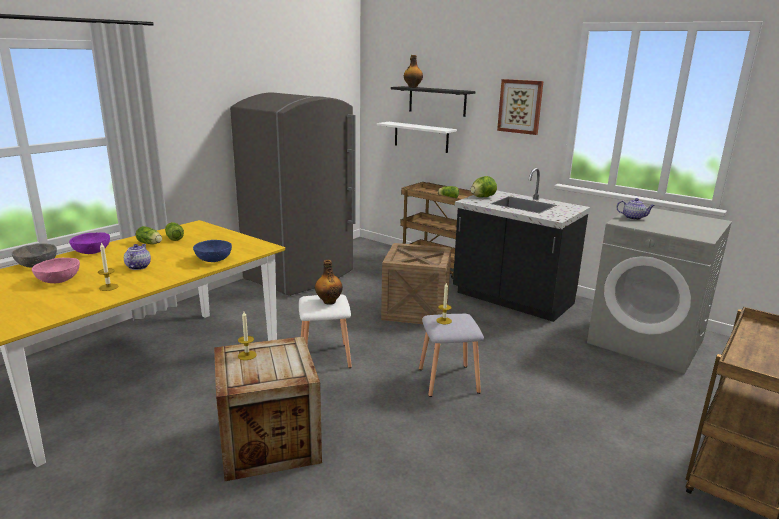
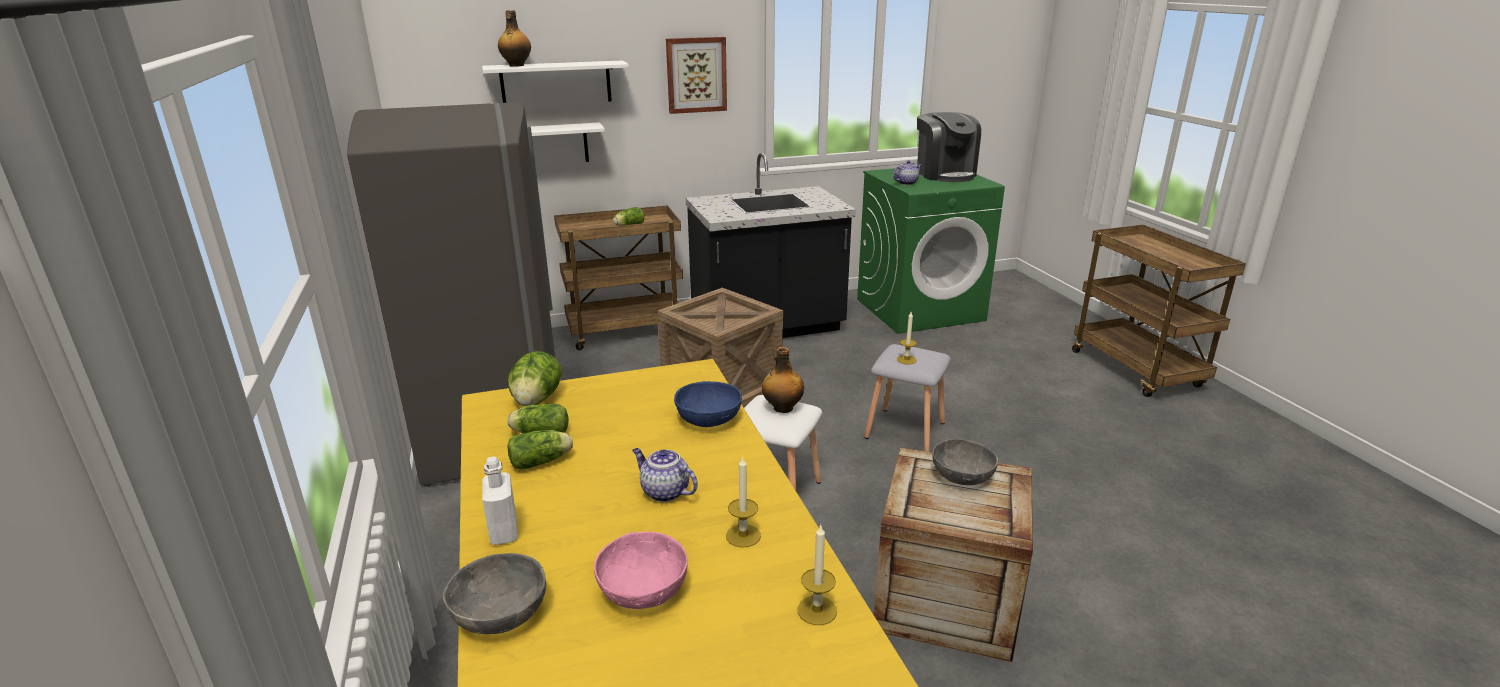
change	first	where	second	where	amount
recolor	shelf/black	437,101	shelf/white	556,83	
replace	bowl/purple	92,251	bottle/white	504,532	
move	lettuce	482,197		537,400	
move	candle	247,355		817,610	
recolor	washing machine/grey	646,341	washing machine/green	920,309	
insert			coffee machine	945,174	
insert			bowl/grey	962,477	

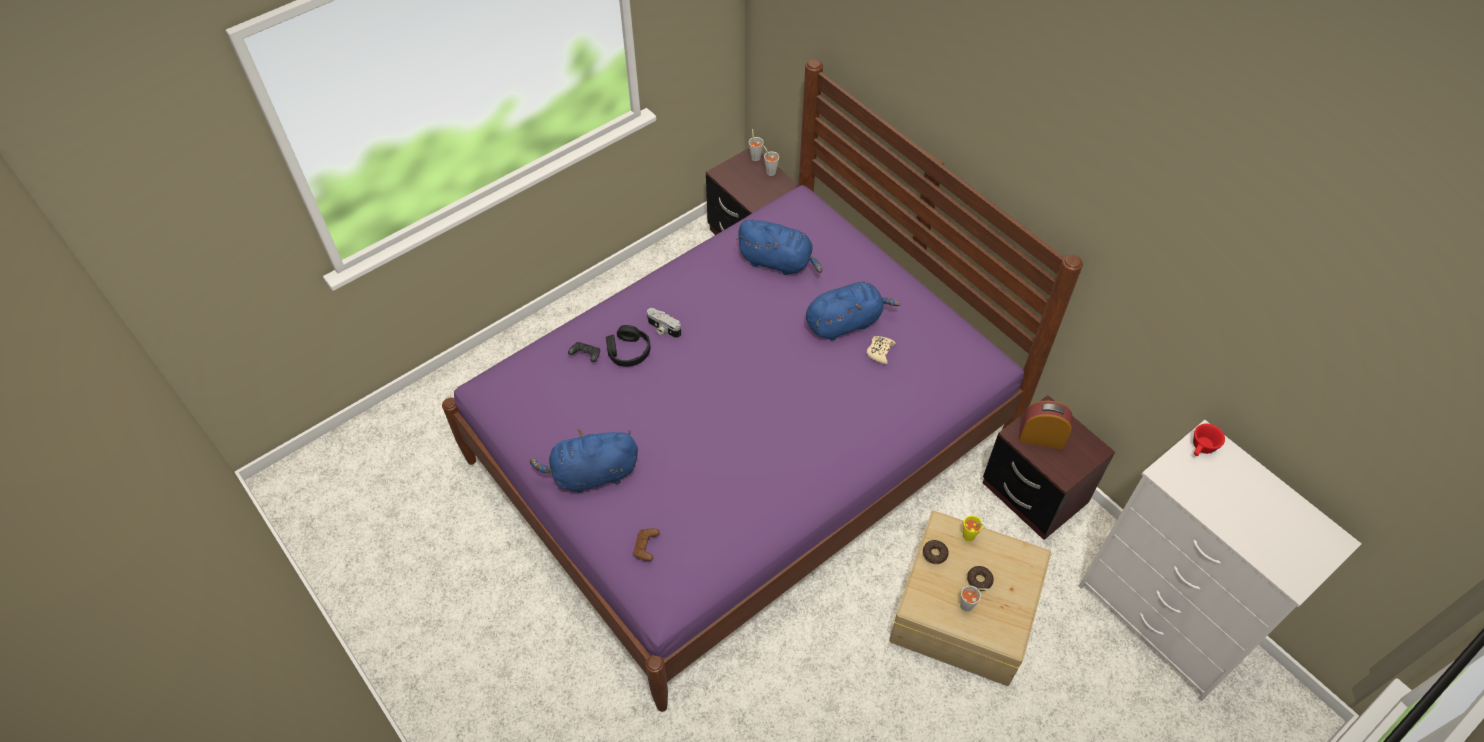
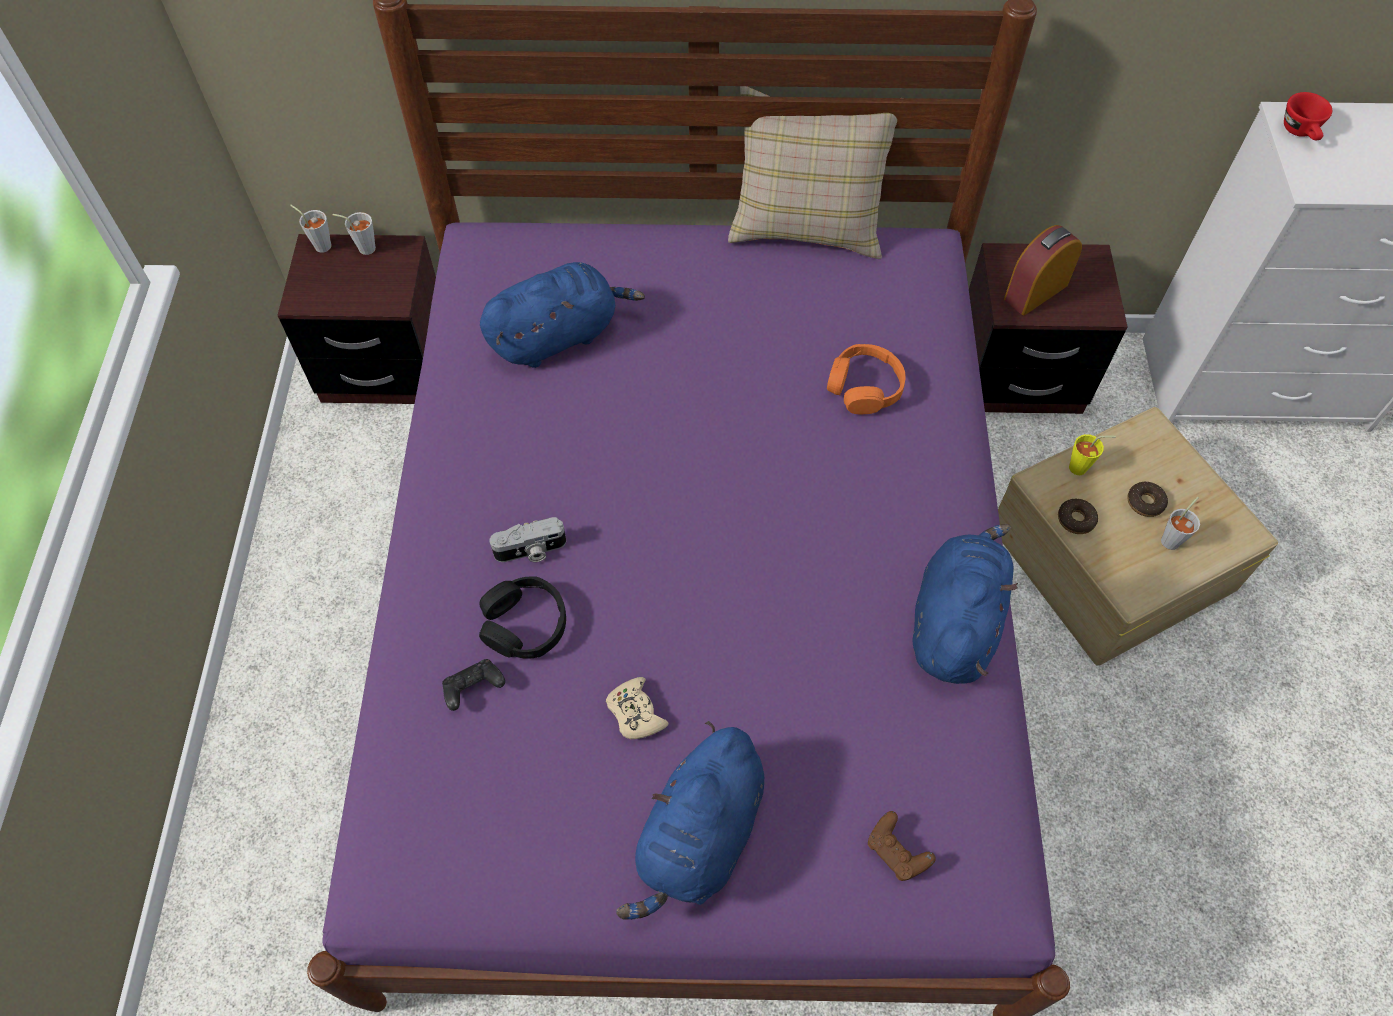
change	first	where	second	where	amount
move	game controller/beige	880,351		635,713	
insert			pillow/beige	807,222	
insert			headphones/orange	864,387	
move	plush toy/blue	845,322		955,621	

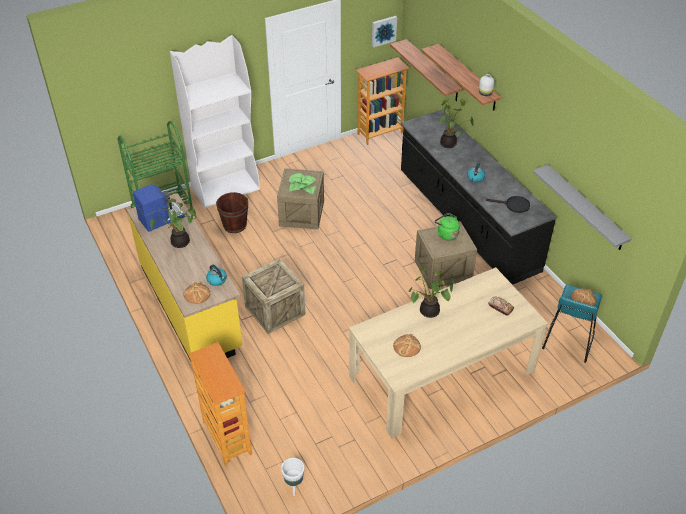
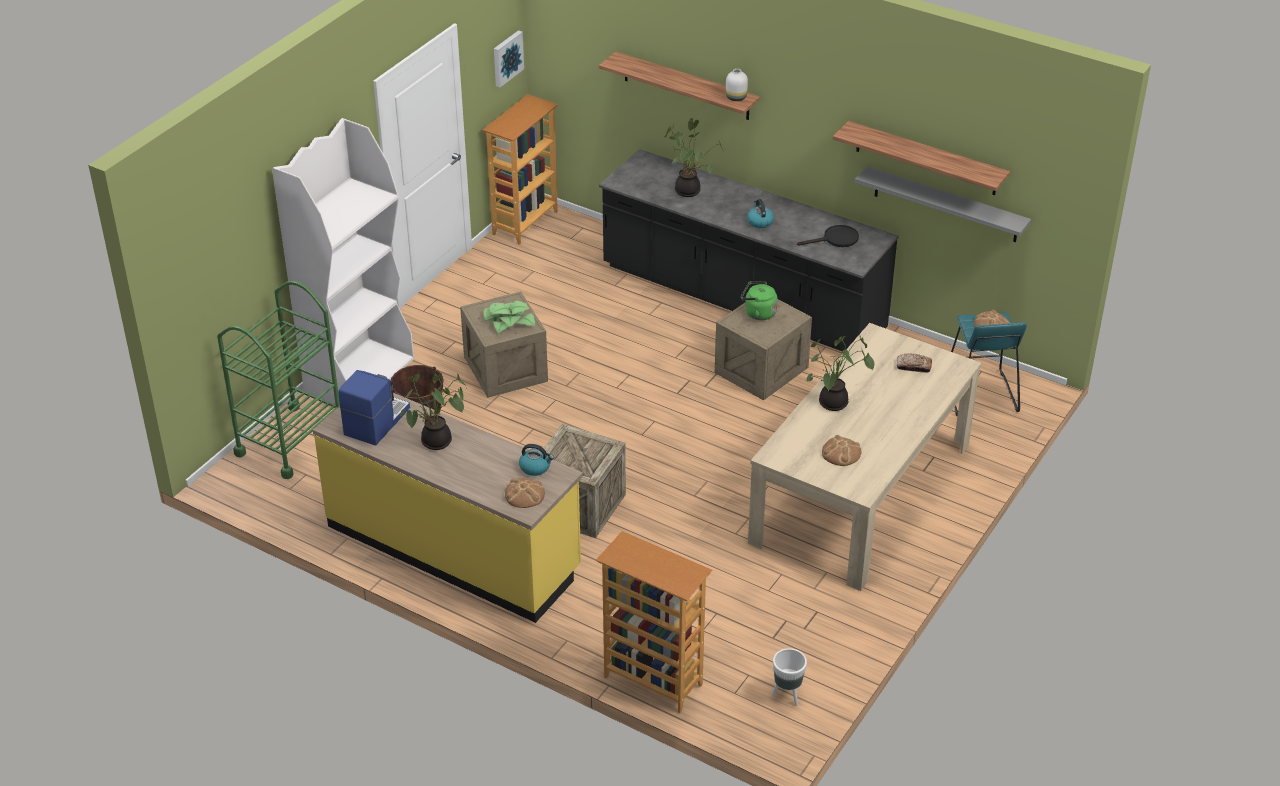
change	first	where	second	where	amount
move	shelf	432,70		926,159	

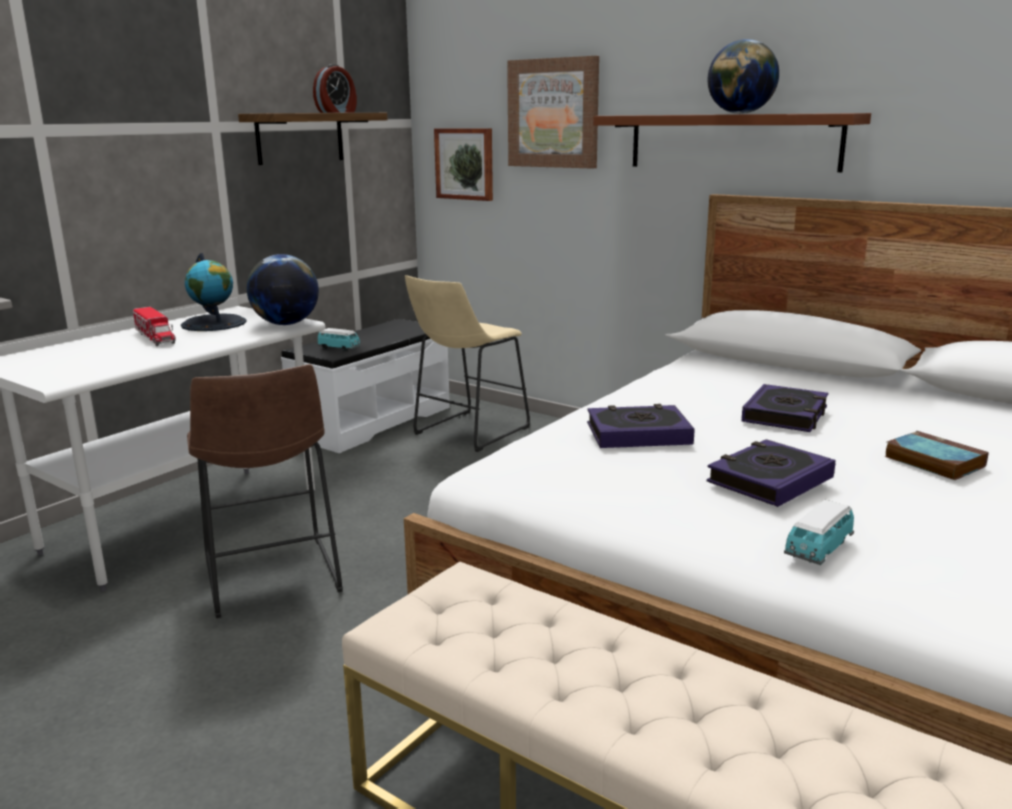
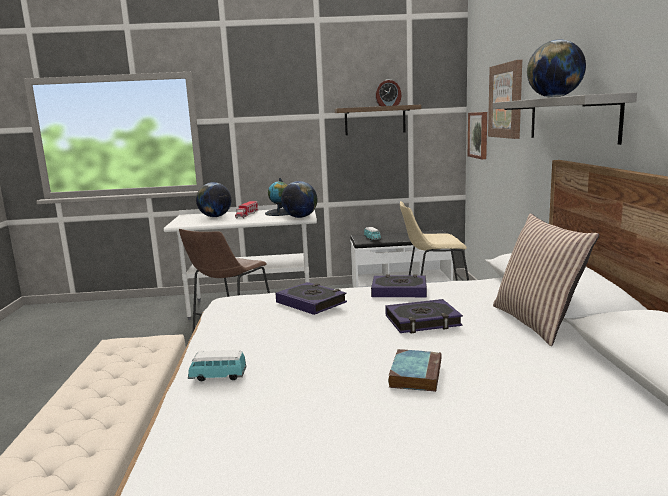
change	first	where	second	where	amount
insert			globe	215,217	
move	book	769,480		399,291	
recolor	shelf/brown	732,142	shelf/grey	571,119	
insert			pillow	537,322	

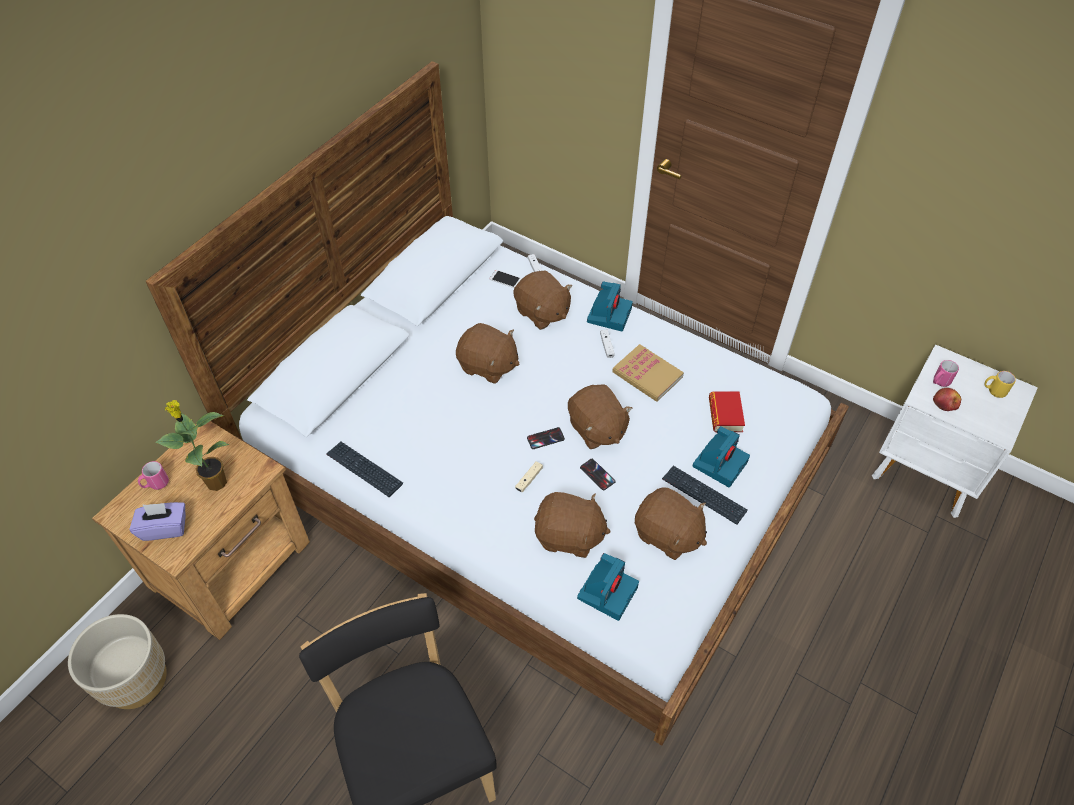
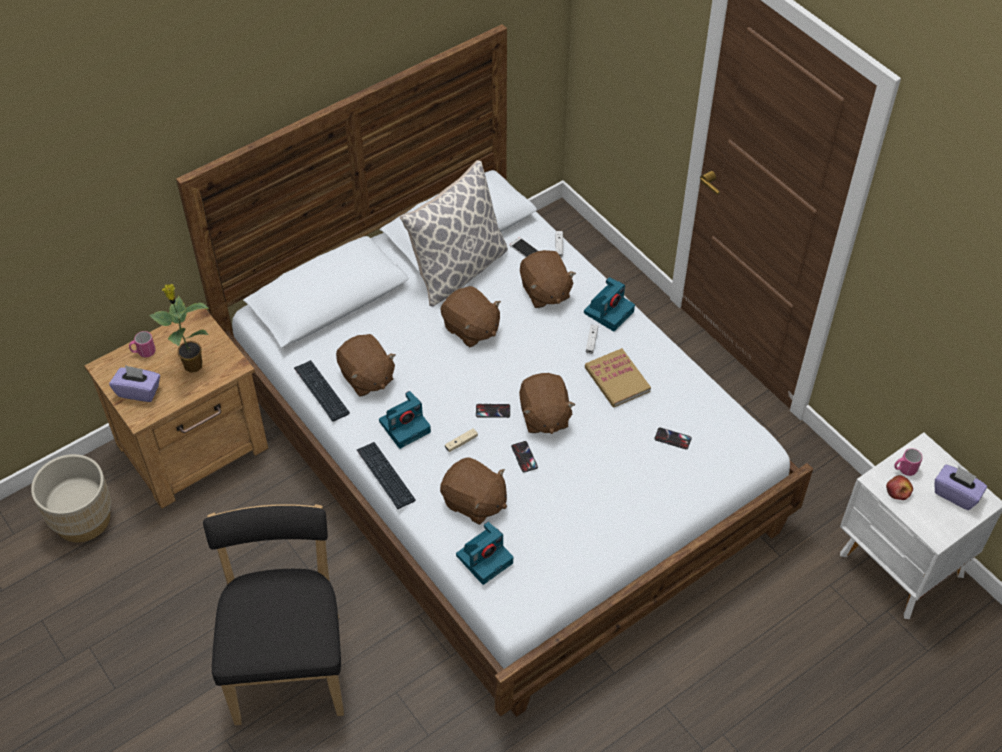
change	first	where	second	where	amount
move	plush toy/brown	668,535		366,377	
move	keyboard	703,495		385,476	
move	photo camera	720,463		405,426	
insert			pillow	458,269	
replace	book	725,415	phone	672,438	
replace	mug/yellow	993,391	tissue box/purple	956,494	

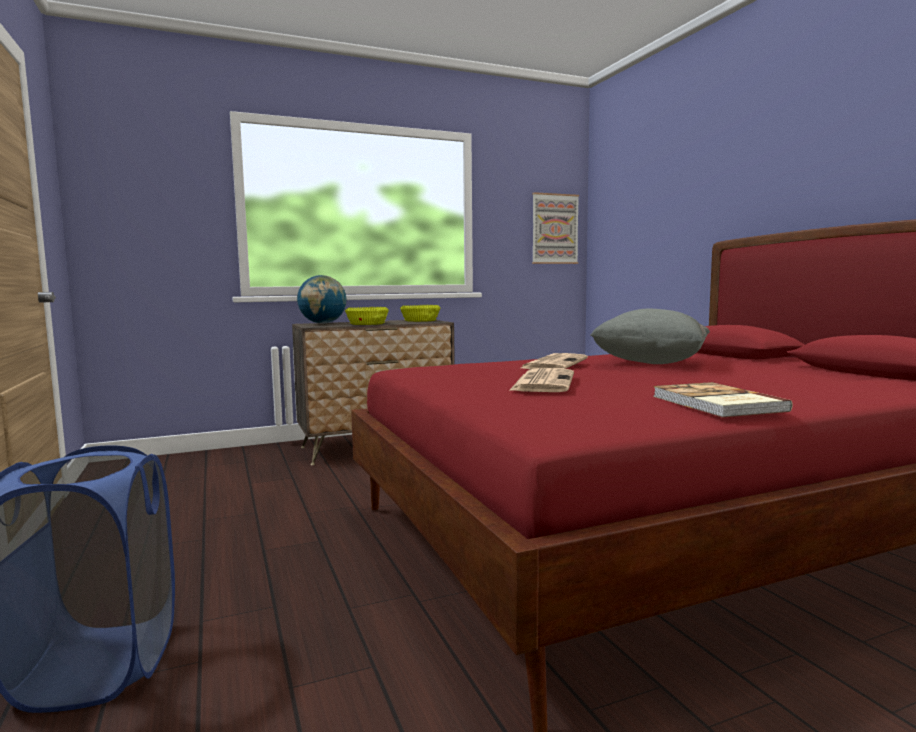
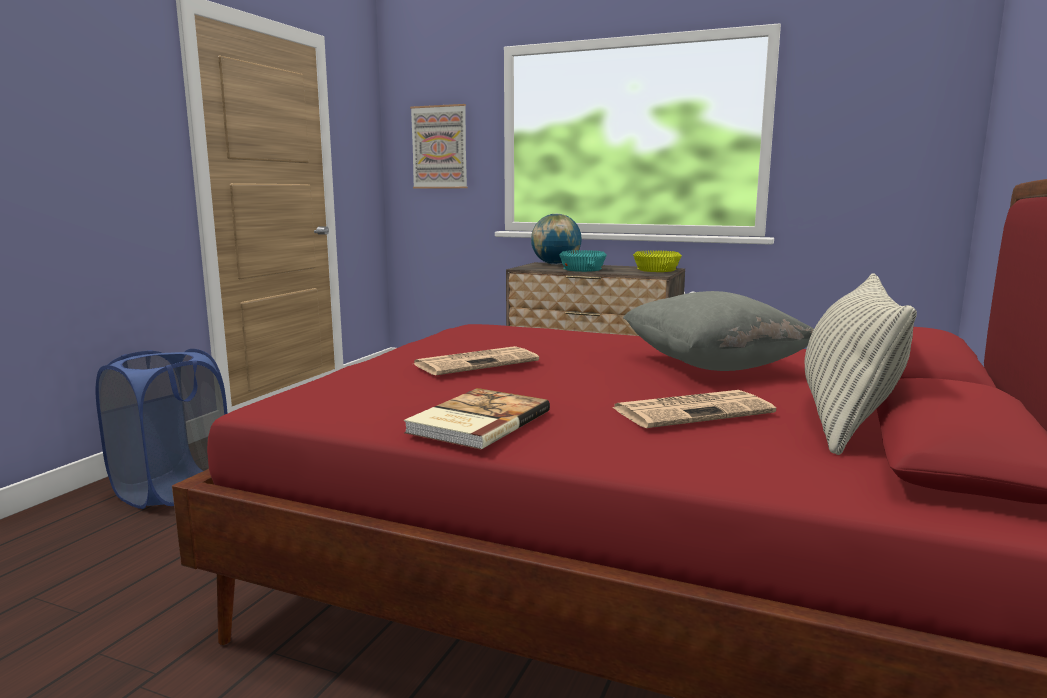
change	first	where	second	where	amount
move	picture	554,229		439,147	
recolor	bowl/yellow	366,324	bowl/turquoise	581,269	
move	newspaper	554,363		693,410	
insert			pillow	846,415	

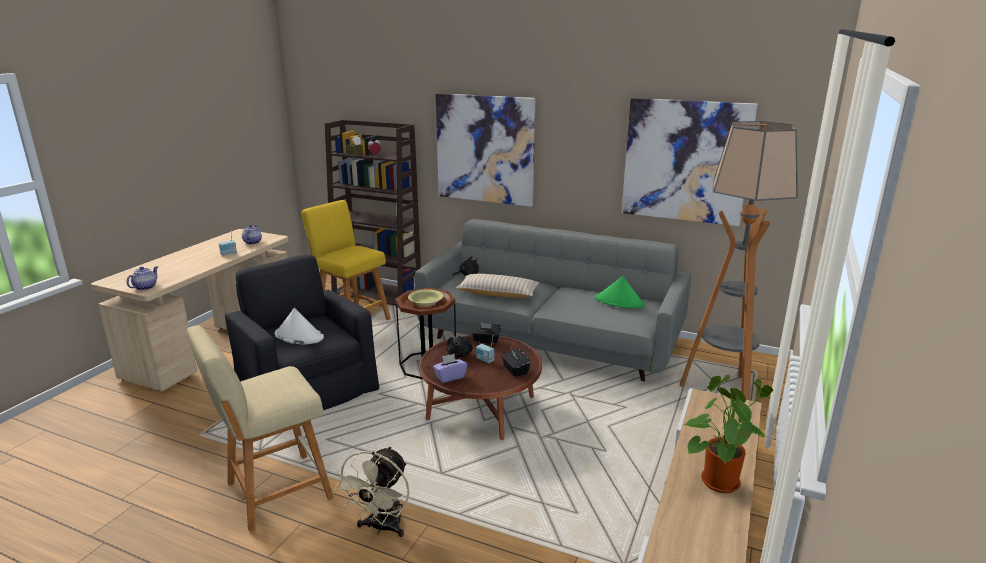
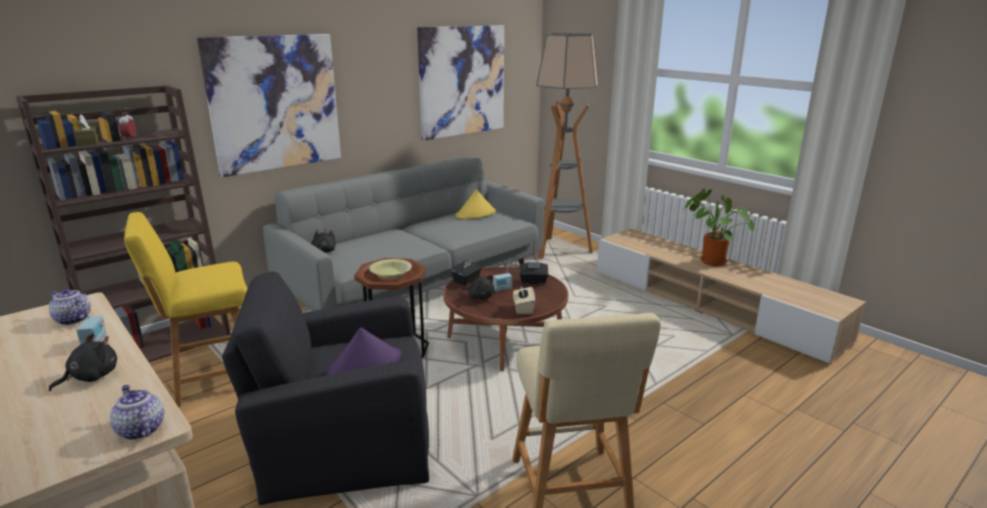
change	first	where	second	where	amount
insert			plush toy/black	91,377	
recolor	hat/white	298,336	hat/purple	364,366	
recolor	hat/green	619,302	hat/yellow	476,214	
recolor	tissue box/purple	450,377	tissue box/beige	523,308	
delete	fan/beige	381,528			
delete	pillow/beige	498,294			

